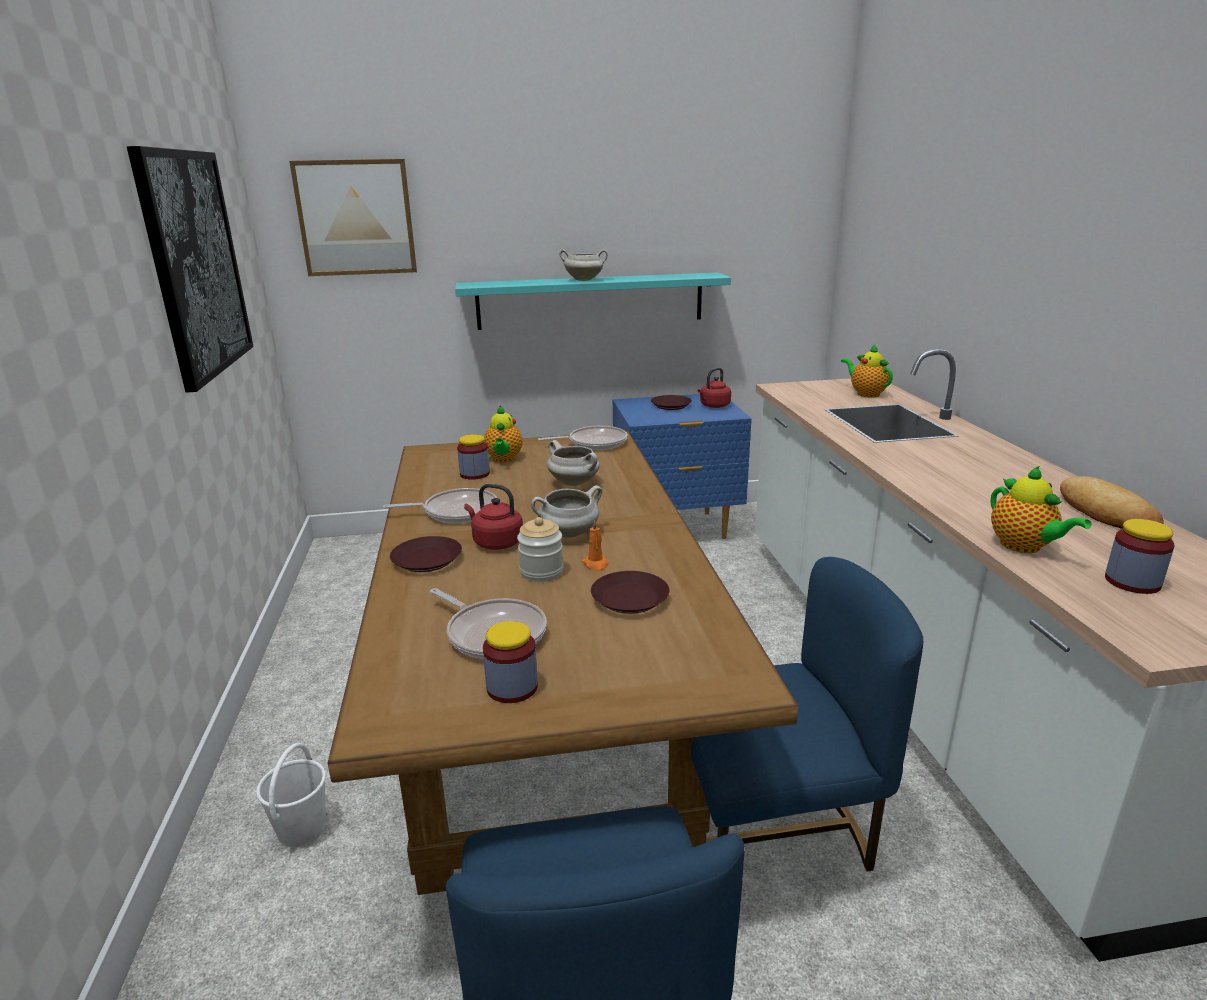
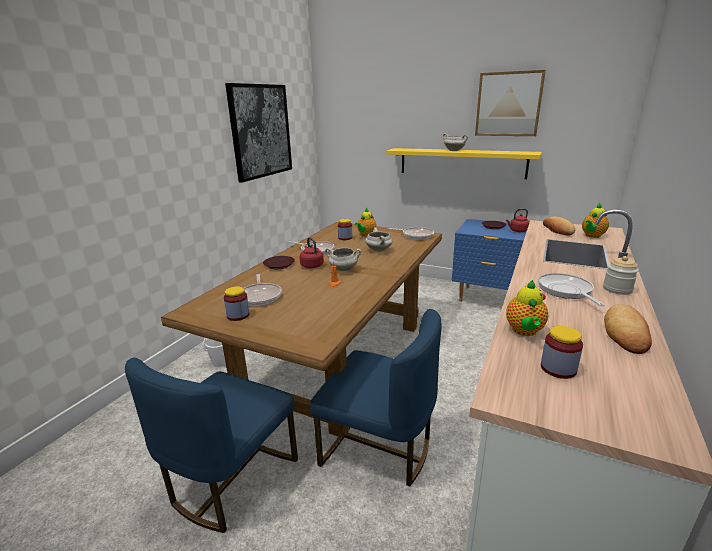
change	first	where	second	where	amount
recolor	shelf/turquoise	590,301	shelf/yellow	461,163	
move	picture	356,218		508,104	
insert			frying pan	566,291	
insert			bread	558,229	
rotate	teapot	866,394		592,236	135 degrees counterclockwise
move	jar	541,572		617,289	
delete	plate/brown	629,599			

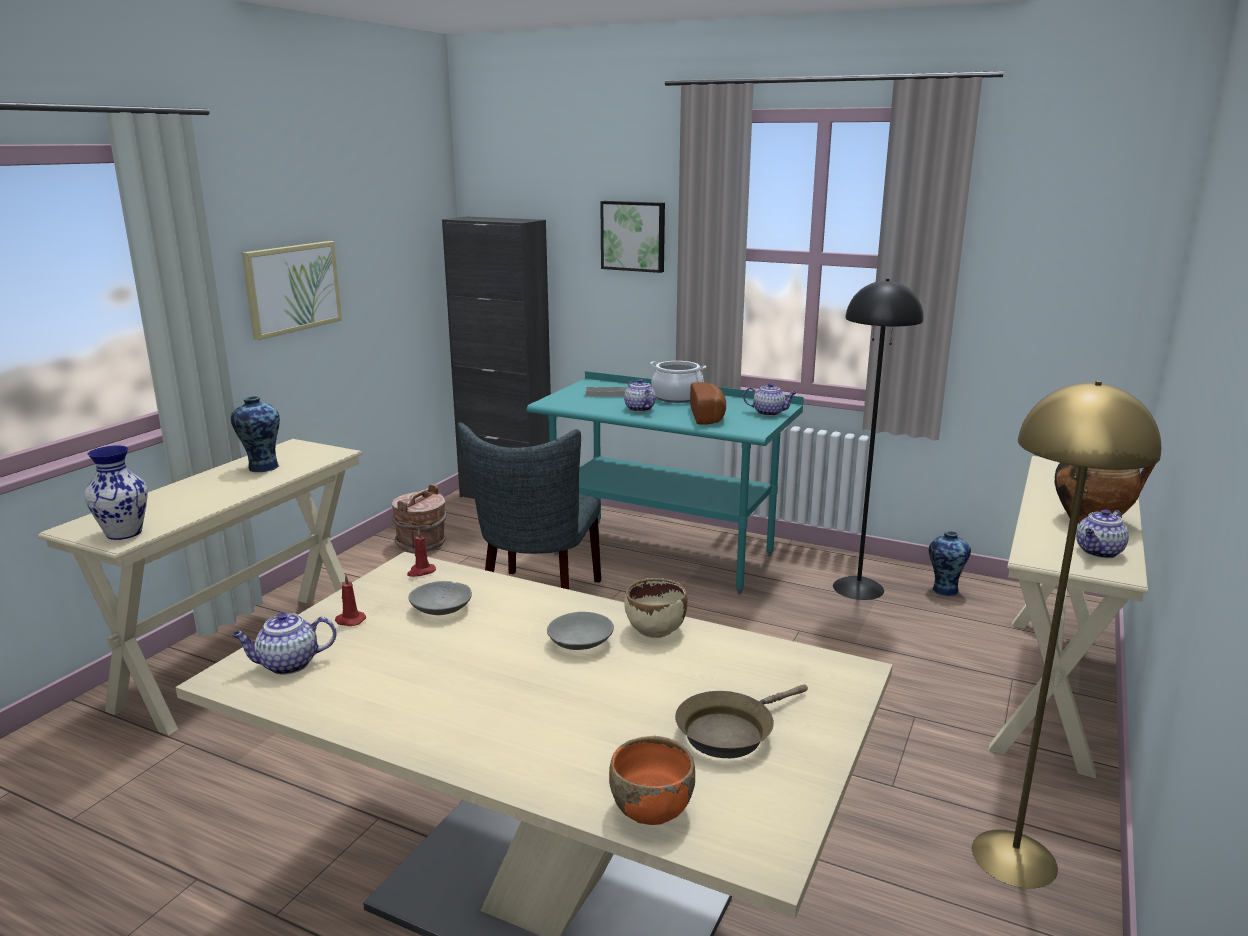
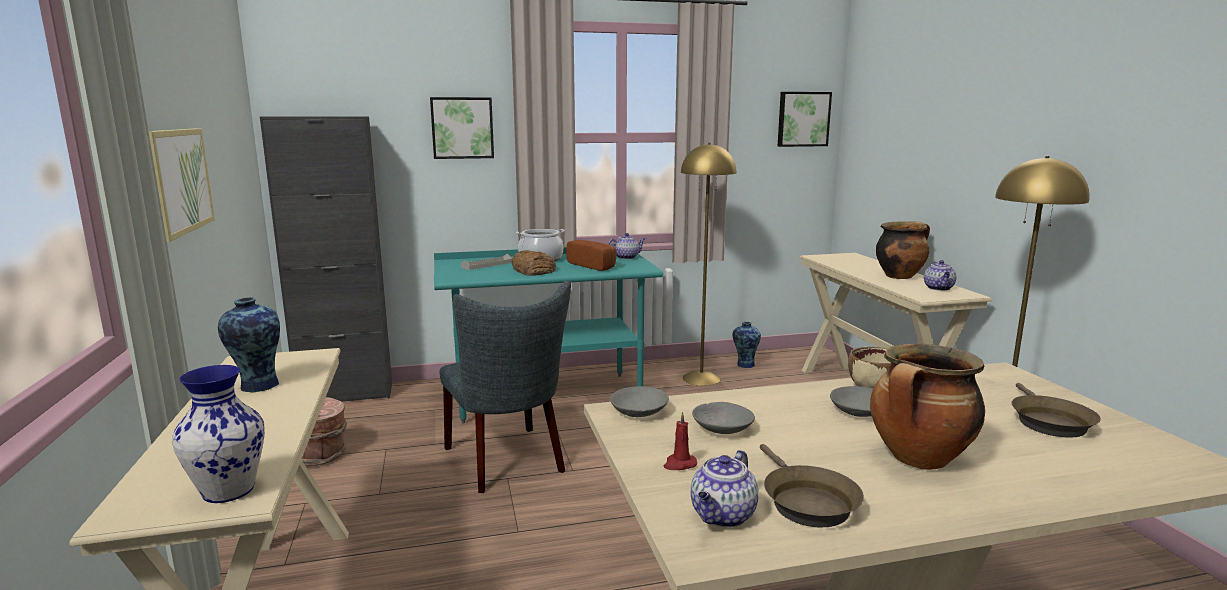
change	first	where	second	where	amount
replace	teapot	639,409	bread	533,270	
replace	candle/red	421,572	bowl/grey	638,412	
recolor	floor lamp/black	858,588	floor lamp/yellow	701,378	
insert			frying pan/brown	805,502	
insert			picture	802,119	
insert			cooking pot	919,460	
delete	bowl/orange	651,808			

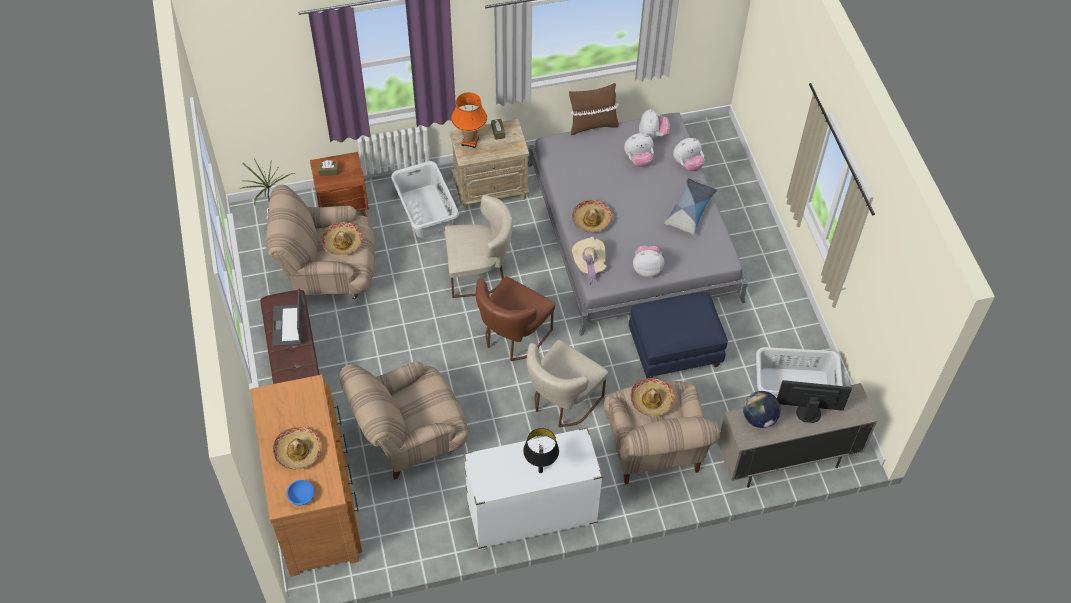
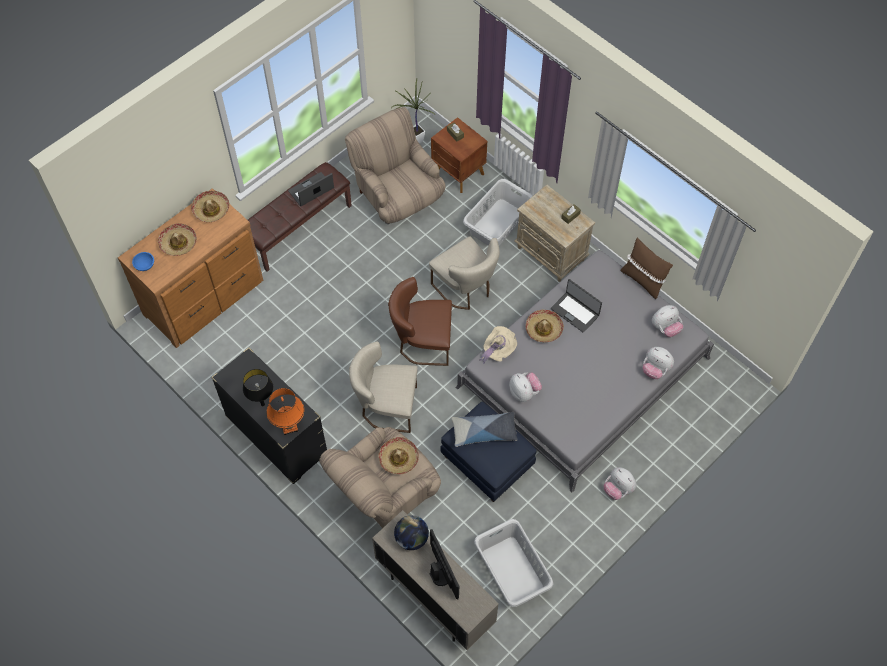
change	first	where	second	where	amount
move	hat	342,242		211,209	
recolor	dresser/white	531,514	dresser/black	276,436	
move	table lamp/orange	470,141		289,427	
move	pillow	690,211		484,432	
insert			laptop	575,312	
move	plush toy	638,159		618,489	
delete	armchair/beige	409,437			

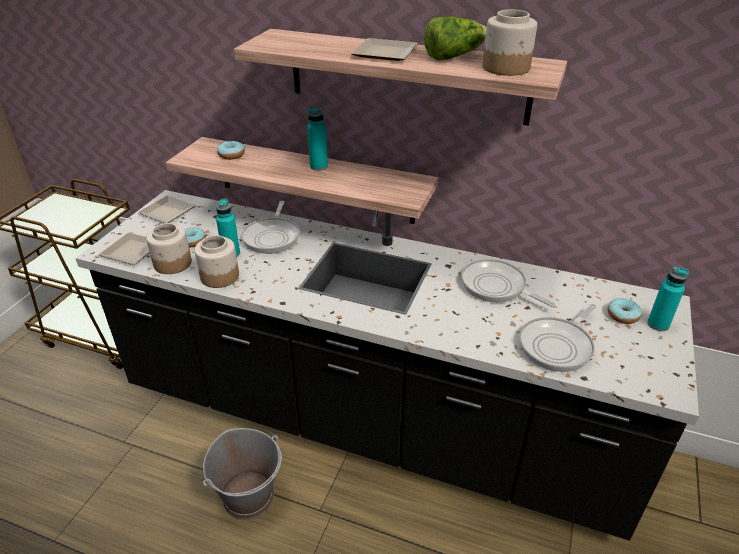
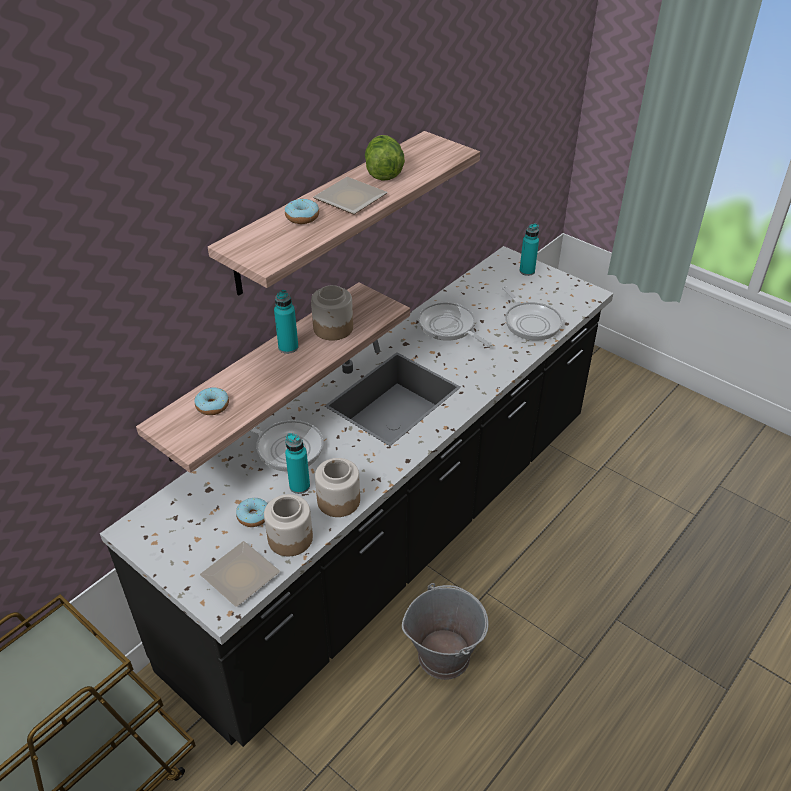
change	first	where	second	where	amount
move	donut	622,316		302,217	
move	jar	506,68		333,328	
rotate	frying pan	496,287		449,327	75 degrees clockwise
delete	plate	165,212			

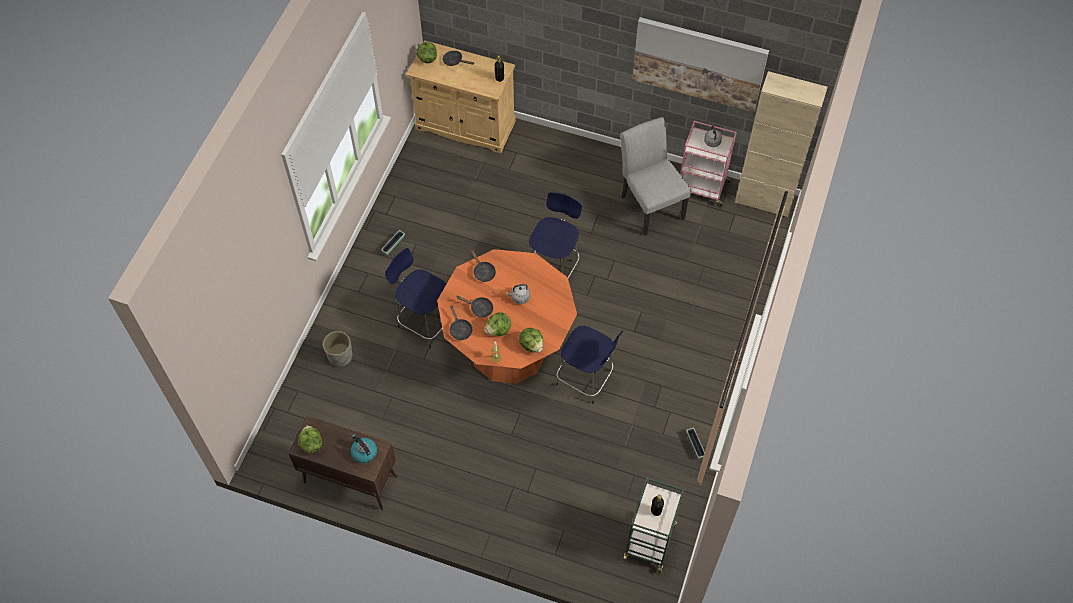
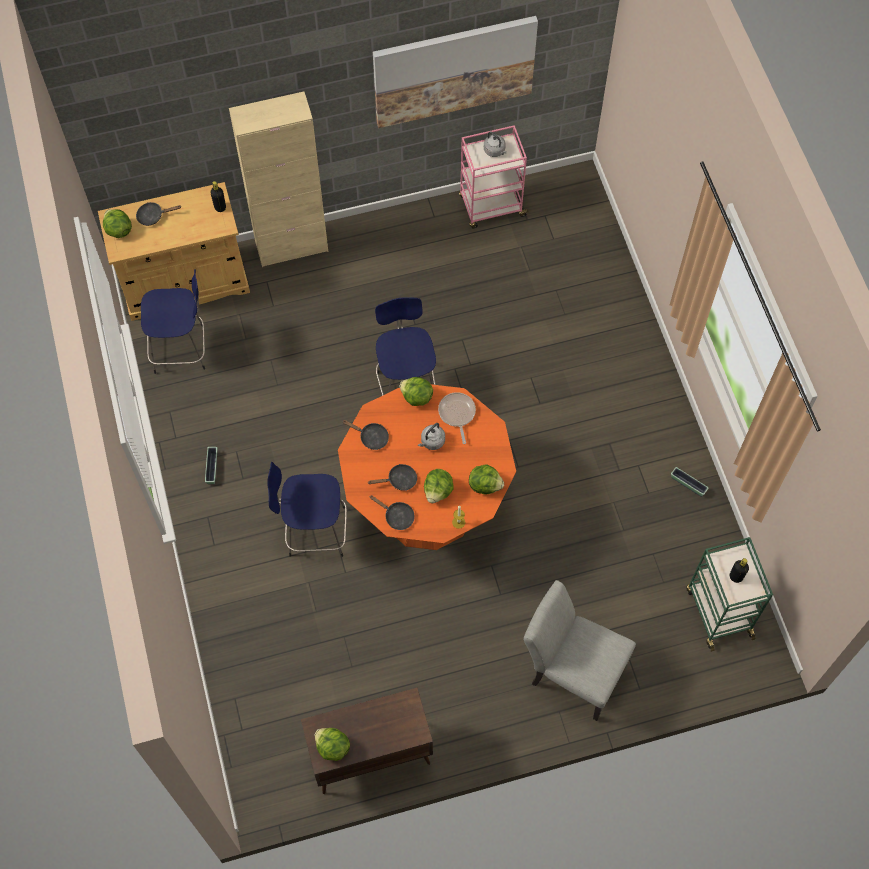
change	first	where	second	where	amount
move	stool/blue	586,379		182,349	
move	cabinet/beige	764,200		291,247	
insert			lettuce	416,397	
insert			frying pan	457,414	
move	chair/grey	649,203		571,671	
delete	planter/grey	340,356			
delete	kettle	364,452			

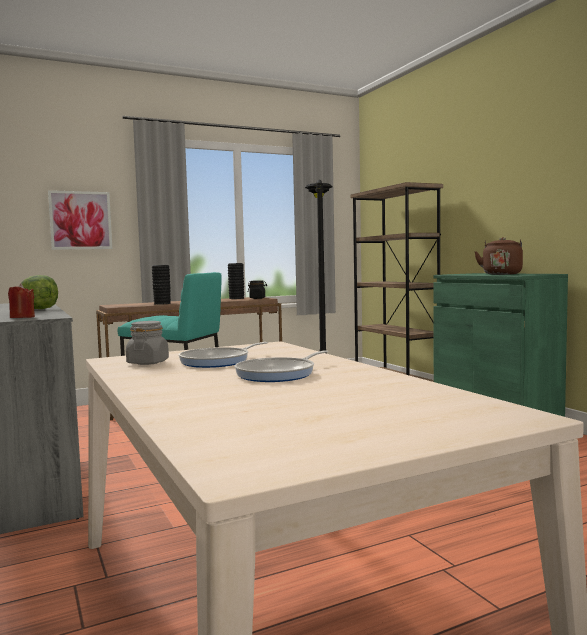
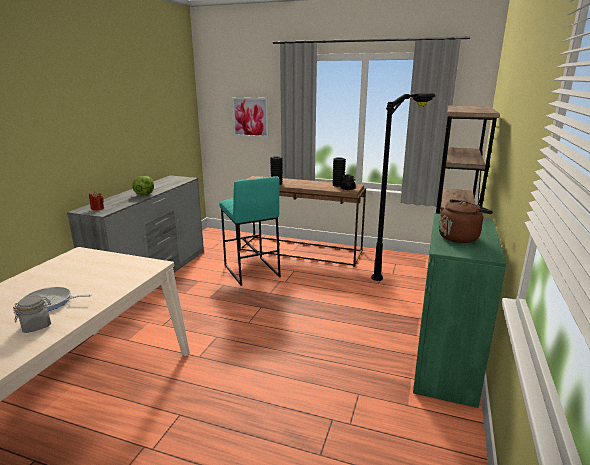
change	first	where	second	where	amount
move	jar/grey	148,362		36,326	
delete	frying pan	218,361			

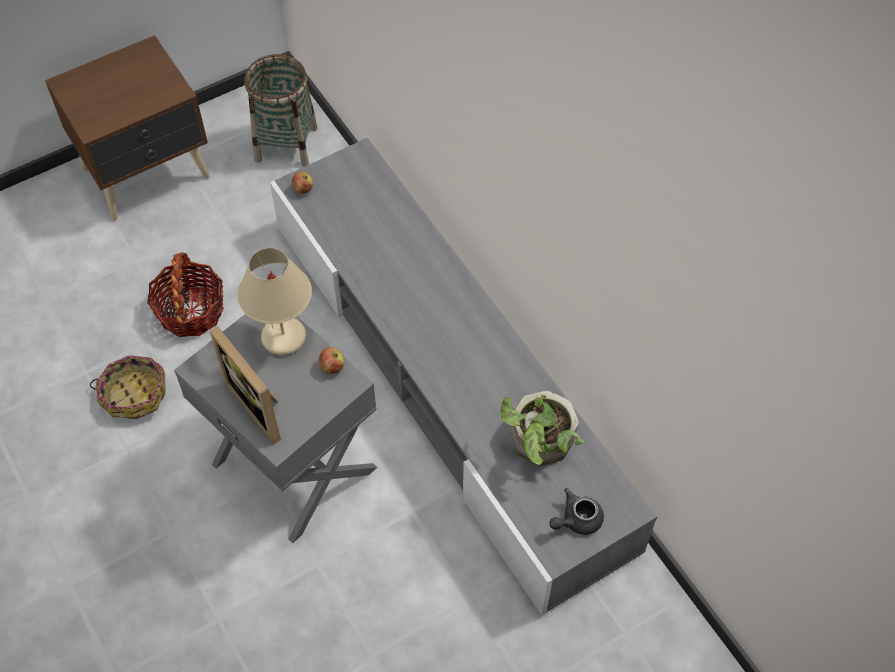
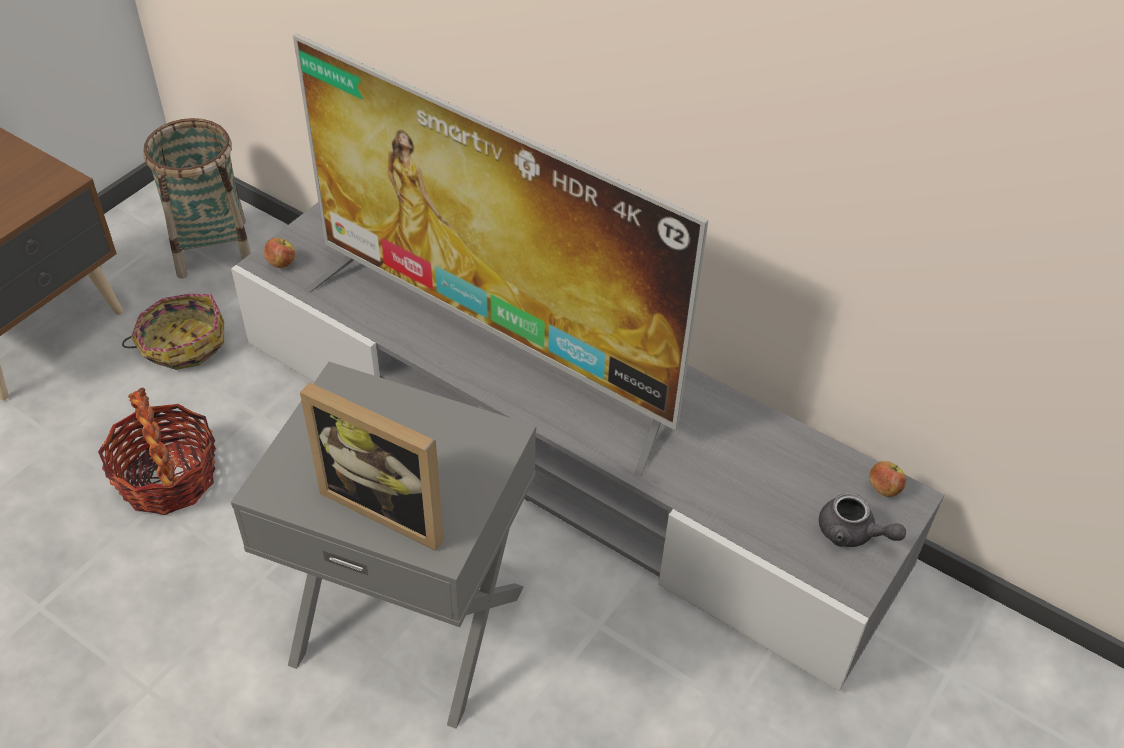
change	first	where	second	where	amount
move	basket	134,393		182,343	
insert			television	495,346	
rotate	teapot/grey	576,520		852,534	90 degrees counterclockwise
move	apple	332,367		883,489	
delete	table lamp/beige	284,338			
delete	potted plant	538,445			

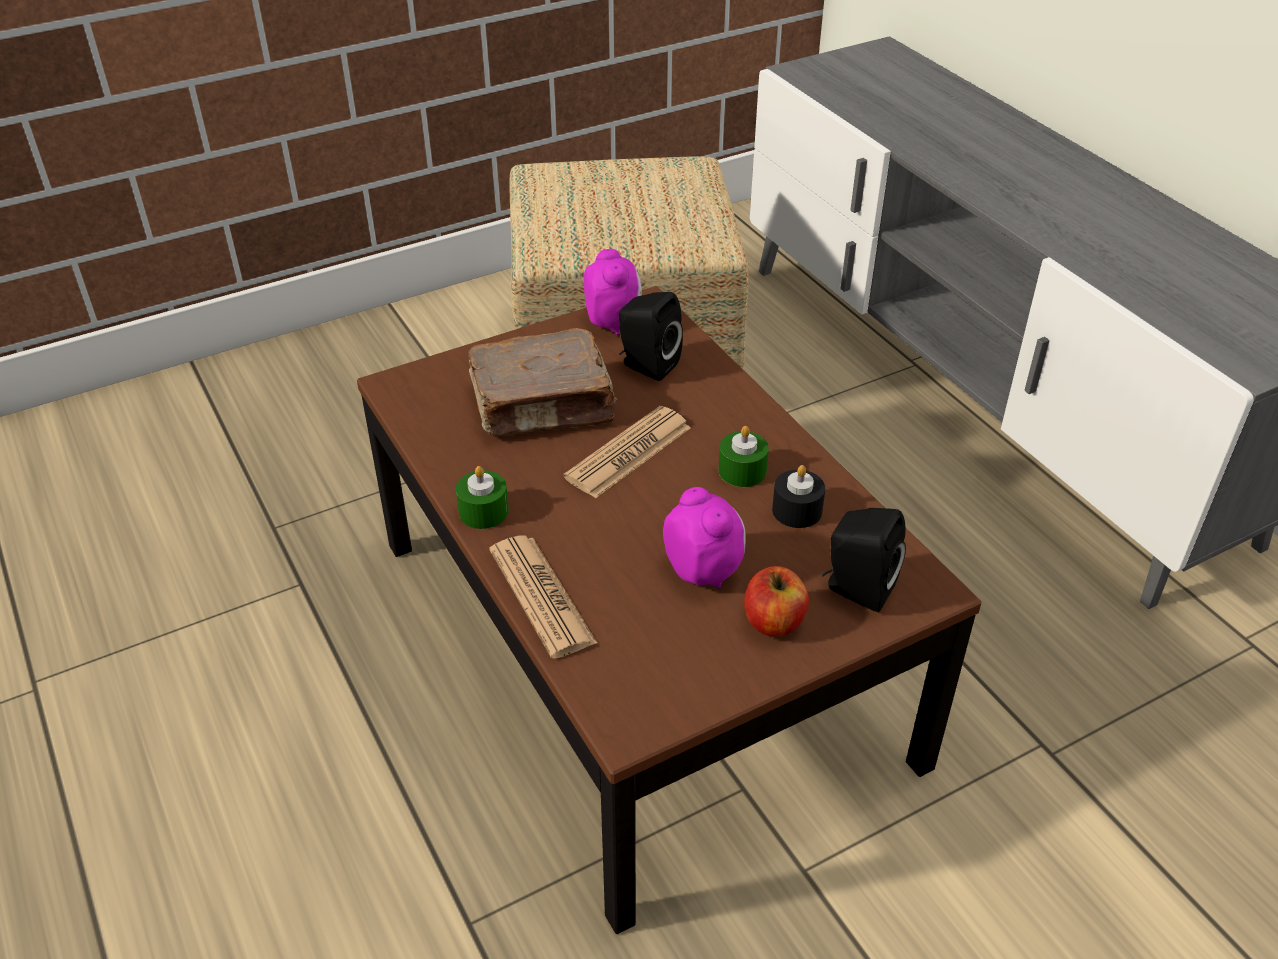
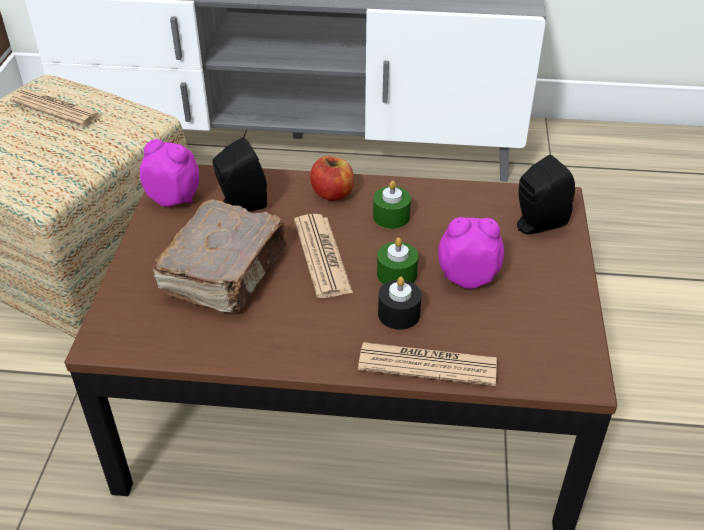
change	first	where	second	where	amount
insert			newspaper	56,108	
move	apple	774,621		332,193	
move	candle/green	483,511		396,274	
move	candle/black	797,510		399,314	

